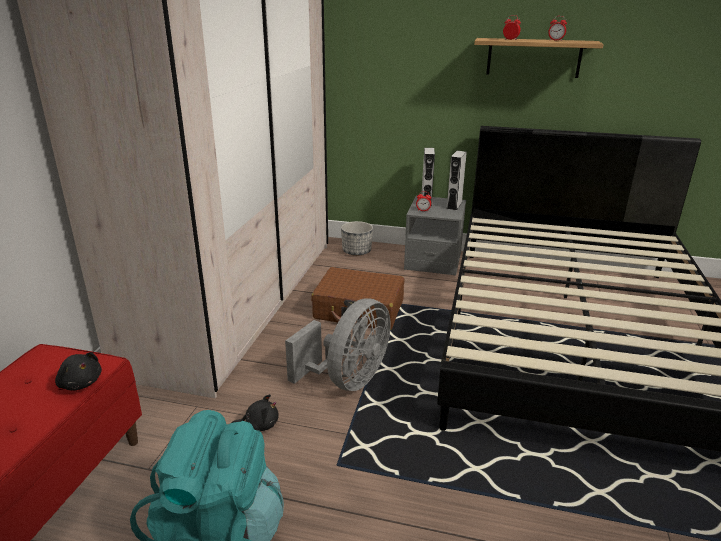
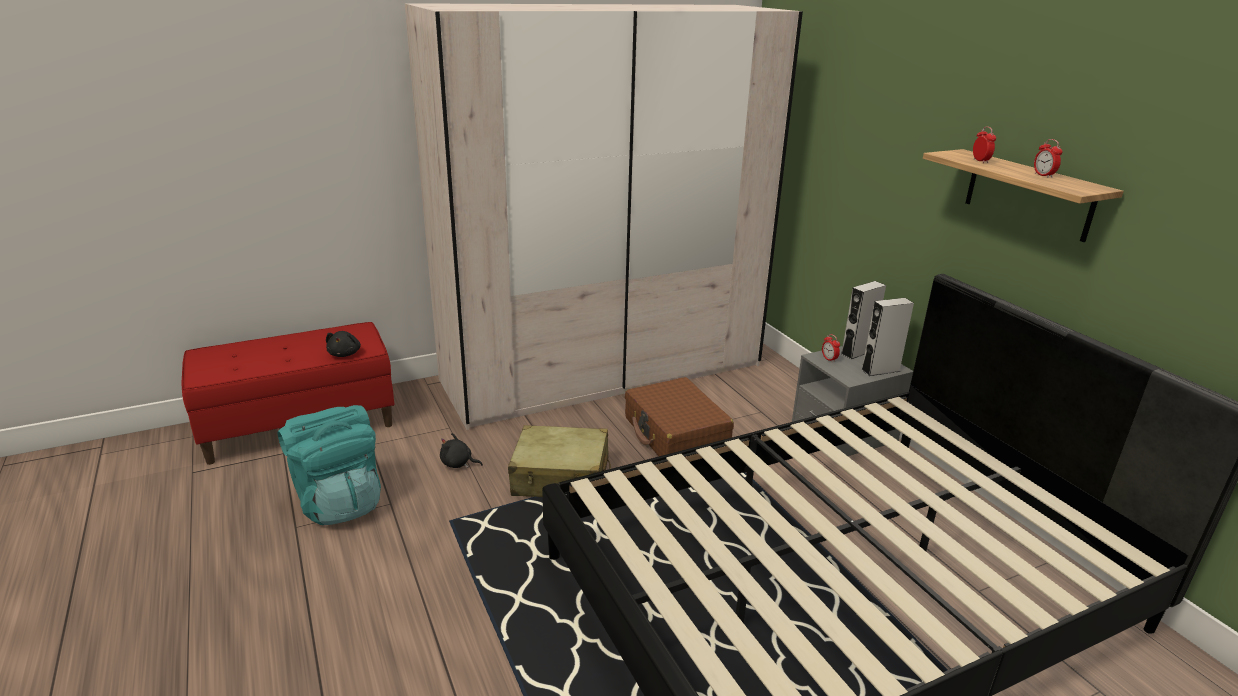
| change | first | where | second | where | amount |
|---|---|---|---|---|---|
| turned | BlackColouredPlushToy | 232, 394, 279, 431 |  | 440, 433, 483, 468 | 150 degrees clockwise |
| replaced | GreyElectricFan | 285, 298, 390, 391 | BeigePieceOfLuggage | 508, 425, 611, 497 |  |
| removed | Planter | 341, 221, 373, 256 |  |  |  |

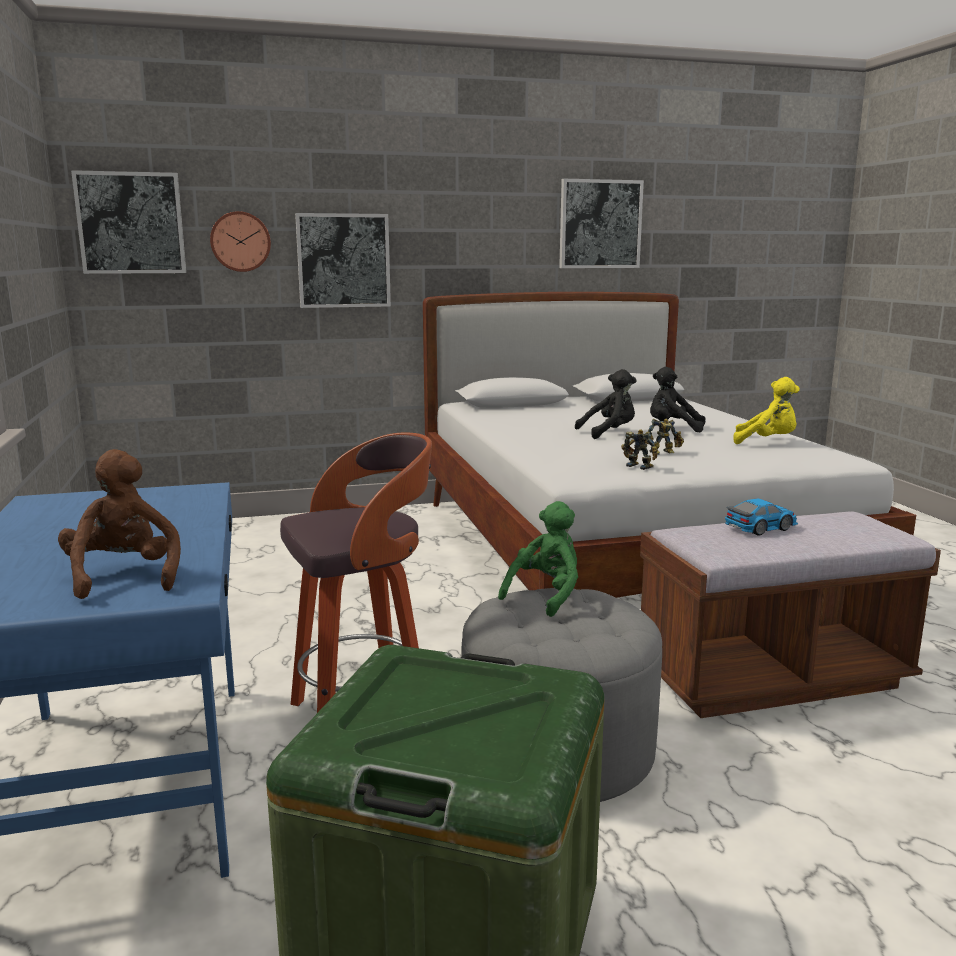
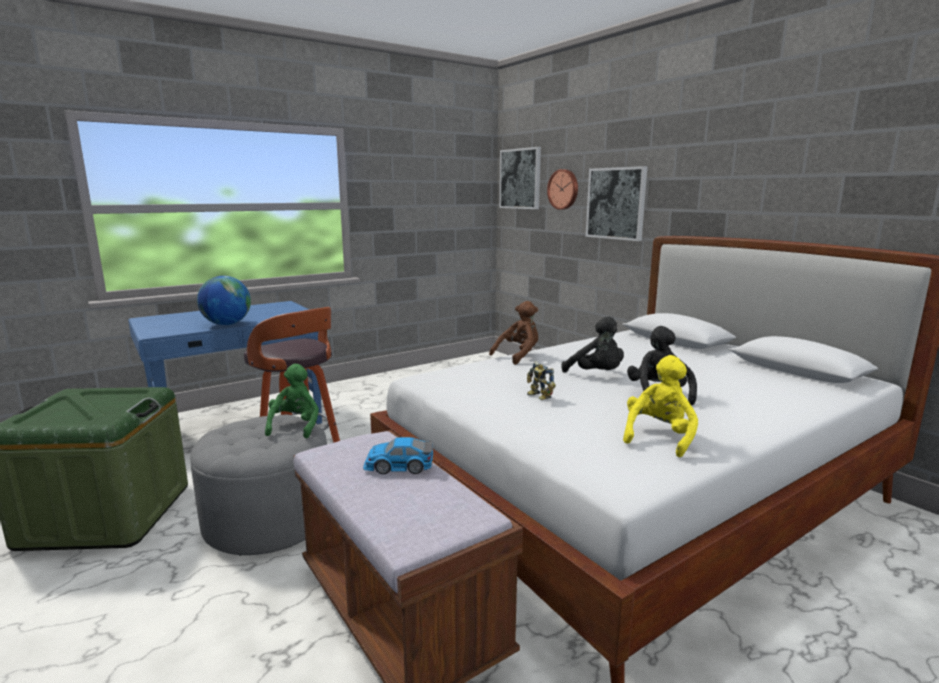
| change | first | where | second | where | amount |
|---|---|---|---|---|---|
| moved | BrownPlushToy | 58, 449, 181, 599 |  | 489, 301, 538, 365 |  |
| turned | GreenishPlushToy | 498, 501, 578, 617 |  | 265, 364, 319, 438 | 105 degrees counterclockwise |
| removed | WallArt | 559, 179, 644, 268 |  |  |  |
| removed | RobotFigure | 621, 429, 658, 470 |  |  |  |
| turned | ToyCar | 725, 498, 798, 536 |  | 363, 437, 433, 474 | 135 degrees clockwise |
| turned | YellowPlushToy | 733, 377, 800, 444 |  | 623, 355, 698, 458 | 150 degrees counterclockwise |
| added |  |  | WorldGlobe | 197, 276, 251, 325 |  |

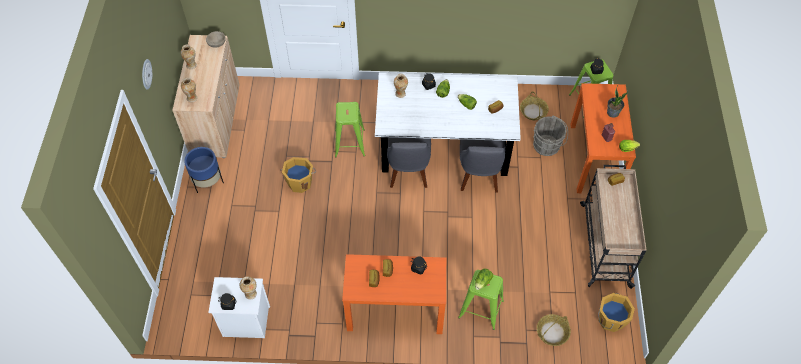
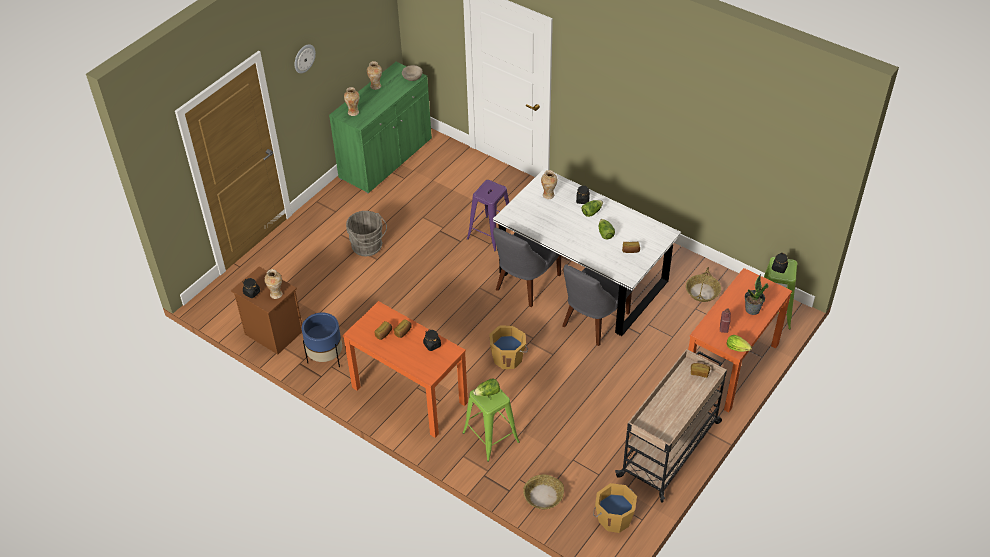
| change | first | where | second | where | amount |
|---|---|---|---|---|---|
| recoloured | BeigeStorageCabinet | 172, 35, 240, 158 | GreenishStorageCabinet | 329, 62, 432, 193 |  |
| moved | BluishPlanter | 184, 147, 224, 193 |  | 302, 313, 342, 367 |  |
| recoloured | WhiteColouredBedsideTable | 208, 277, 270, 338 | BrownBedsideTable | 231, 266, 302, 355 |  |
| moved | OrangeyPail | 280, 157, 317, 193 |  | 489, 325, 528, 369 |  |
| recoloured | GreenishStoolSeat | 335, 102, 365, 157 | PurplishStoolSeat | 467, 180, 509, 252 |  |
| moved | GreyPail | 533, 116, 568, 156 |  | 346, 211, 387, 256 |  |

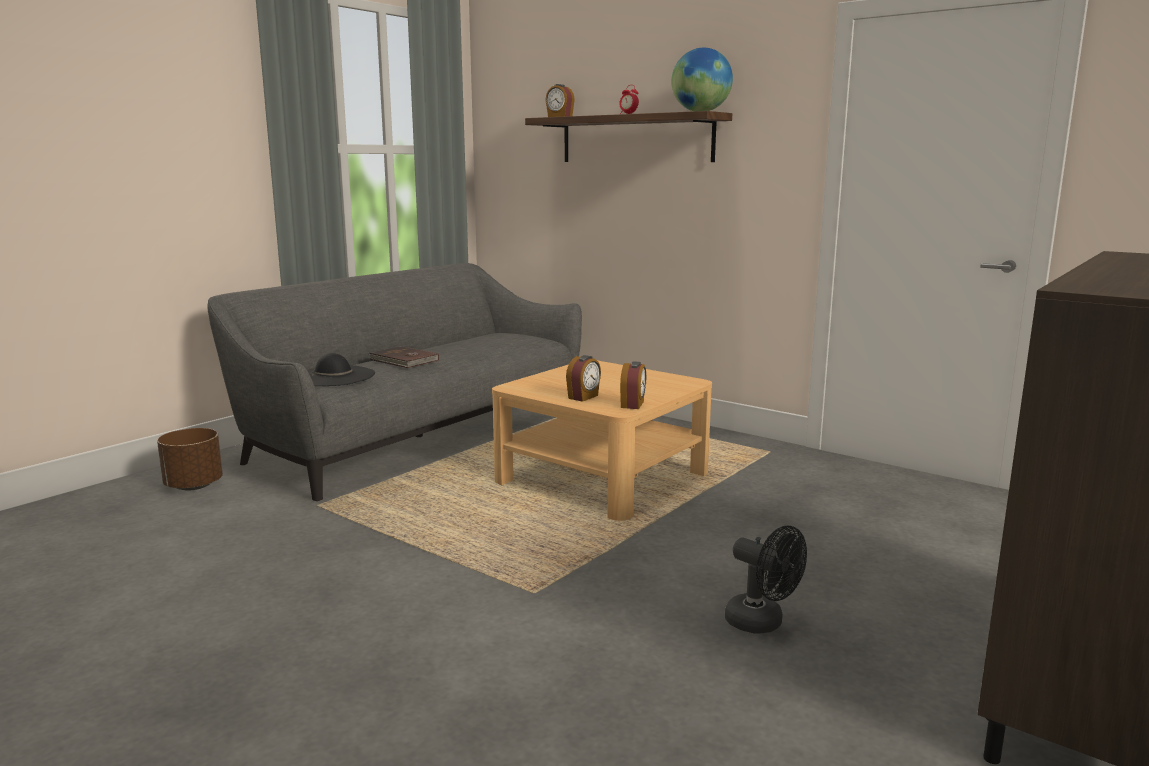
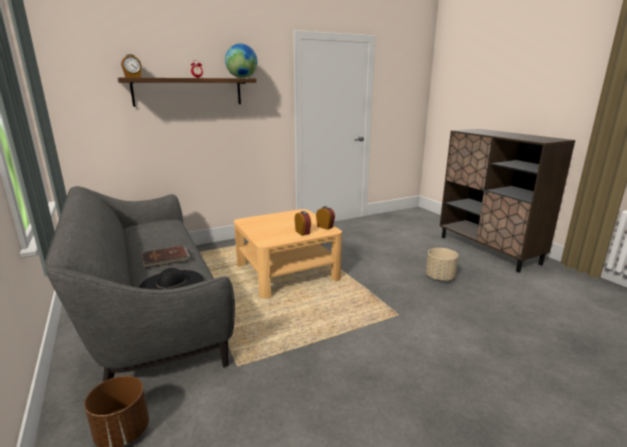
| change | first | where | second | where | amount |
|---|---|---|---|---|---|
| replaced | BlackColouredElectricFan | 725, 526, 807, 634 | BeigePlanter | 426, 248, 458, 281 |  |

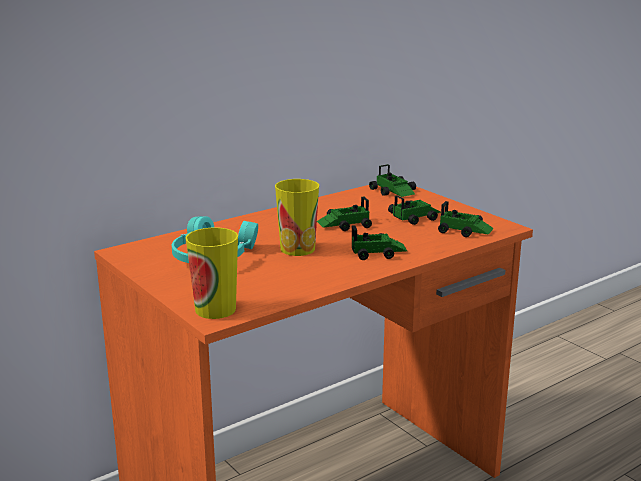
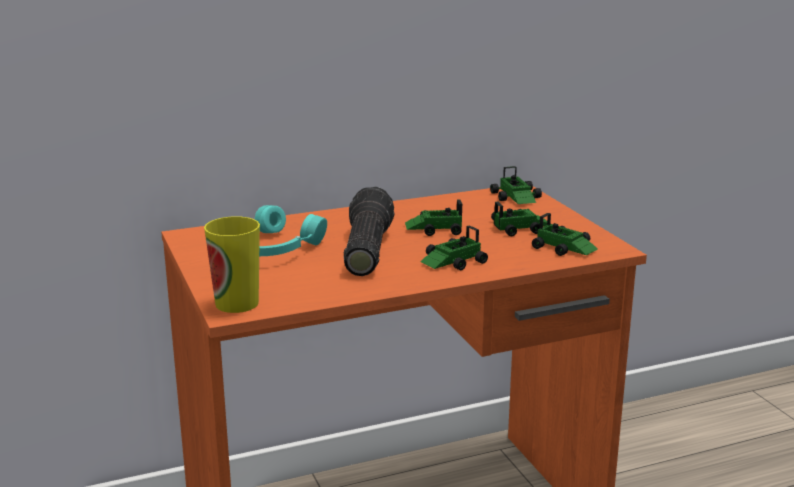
| change | first | where | second | where | amount |
|---|---|---|---|---|---|
| replaced | DrinkingCup | 275, 179, 319, 256 | HandTorch | 344, 187, 395, 276 |  |
| turned | ToyCar | 352, 225, 407, 260 |  | 421, 225, 488, 270 | 135 degrees clockwise |

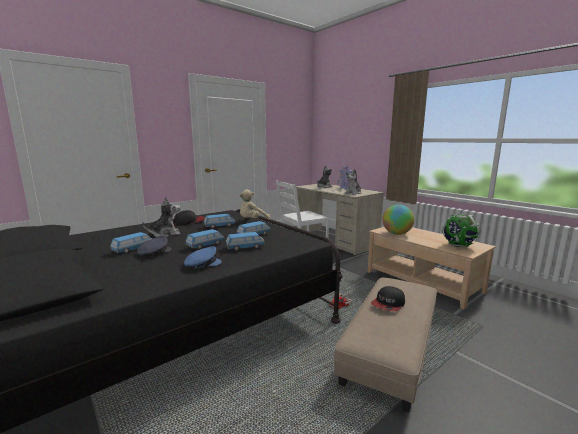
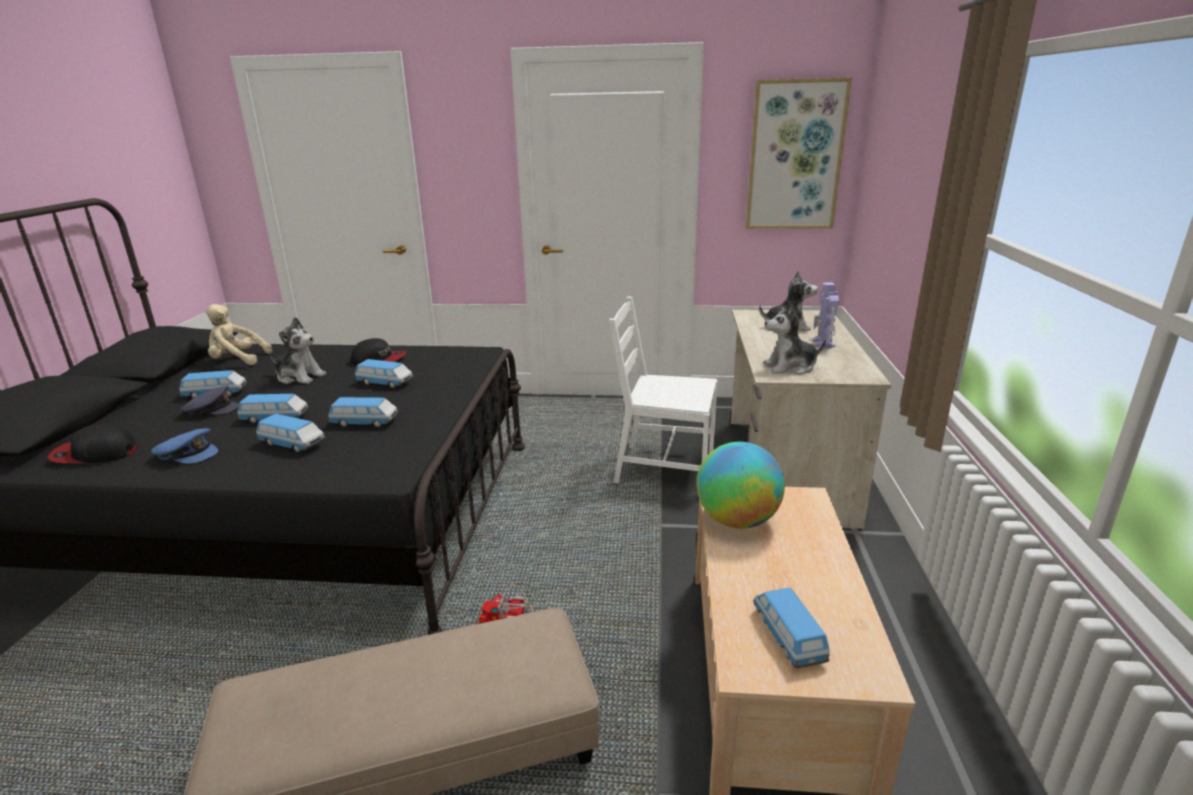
| change | first | where | second | where | amount |
|---|---|---|---|---|---|
| moved | BeigePlushToy | 239, 189, 270, 220 |  | 206, 304, 272, 365 |  |
| moved | PeakedCap | 371, 286, 405, 311 |  | 47, 424, 137, 463 |  |
| replaced | WorldGlobe | 442, 213, 479, 247 | ToyCar | 753, 588, 830, 668 |  |
| added |  |  | WallArt | 746, 78, 852, 229 |  |

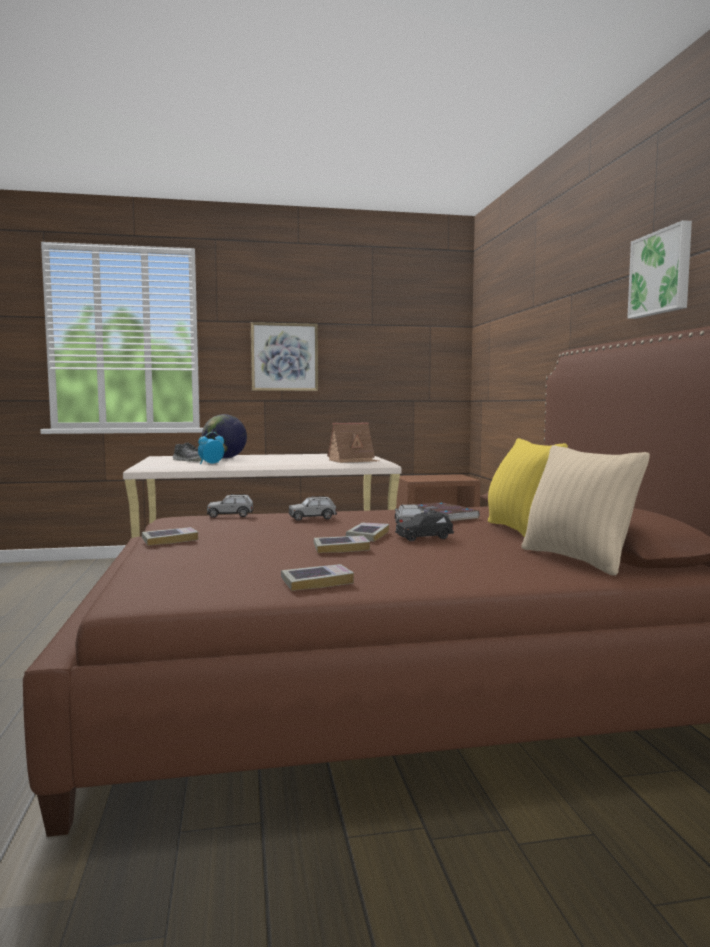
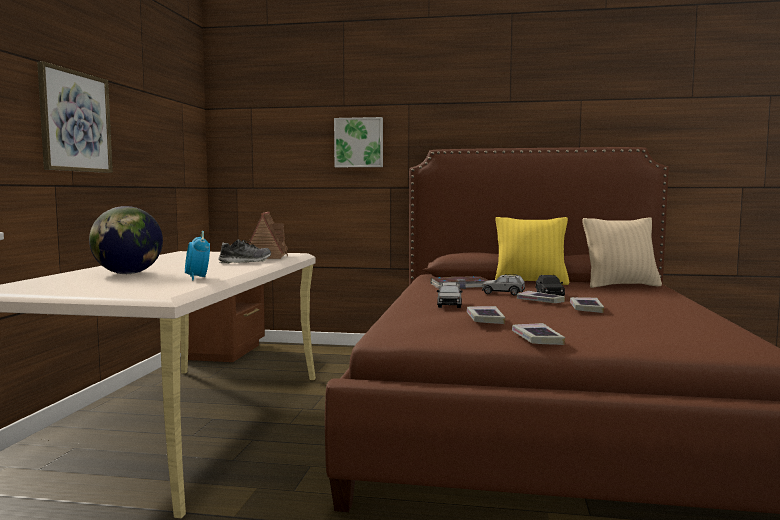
| change | first | where | second | where | amount |
|---|---|---|---|---|---|
| moved | LowShoe | 172, 443, 202, 461 |  | 218, 239, 271, 264 |  |
| removed | GreyToyCar | 207, 494, 254, 518 |  |  |  |
| moved | Book | 281, 564, 354, 591 |  | 467, 306, 506, 324 |  |
| moved | WallArt | 627, 220, 692, 319 |  | 334, 117, 383, 167 |  |

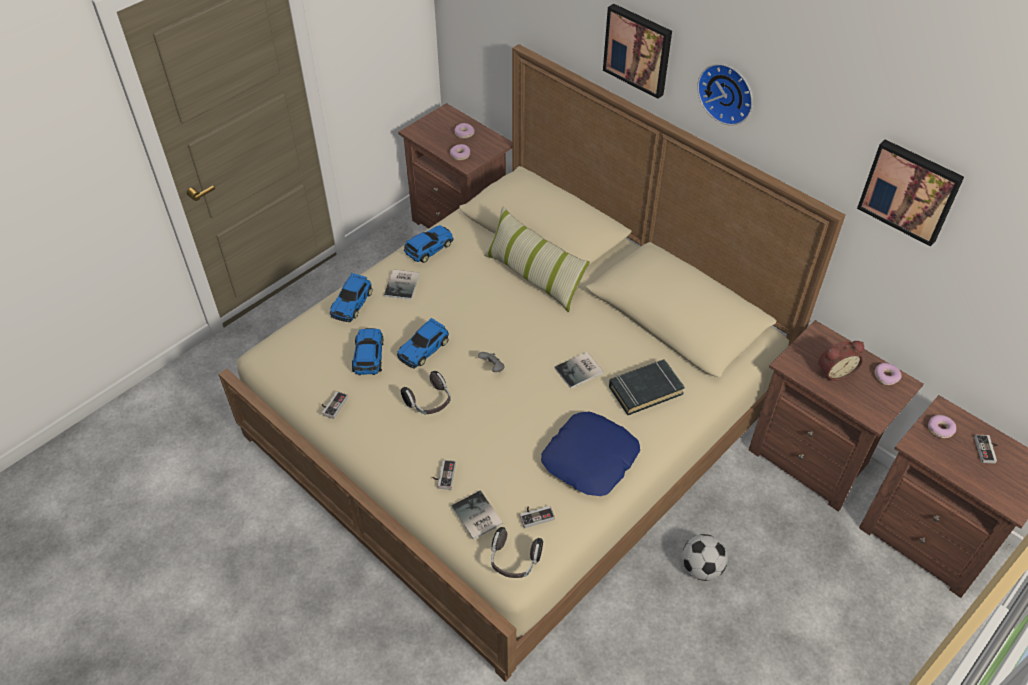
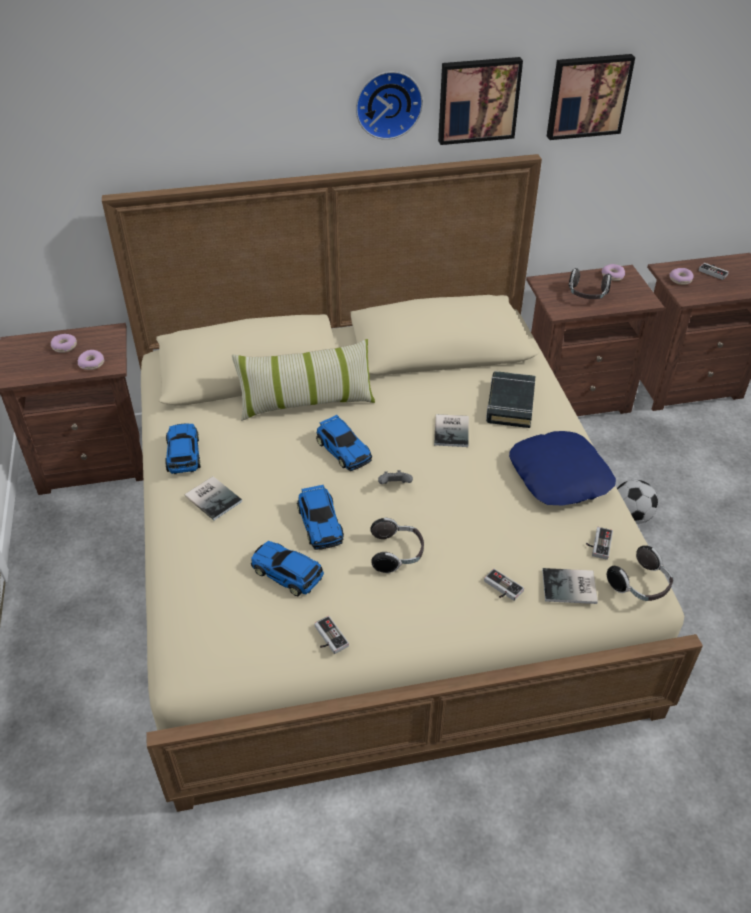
| change | first | where | second | where | amount |
|---|---|---|---|---|---|
| moved | ToyCar | 330, 273, 373, 322 |  | 316, 415, 372, 471 |  |
| moved | WallArt | 603, 4, 672, 99 |  | 438, 57, 523, 145 |  |
| replaced | TableClock | 818, 341, 864, 381 | PairOfHeadphones | 569, 268, 612, 299 |  |

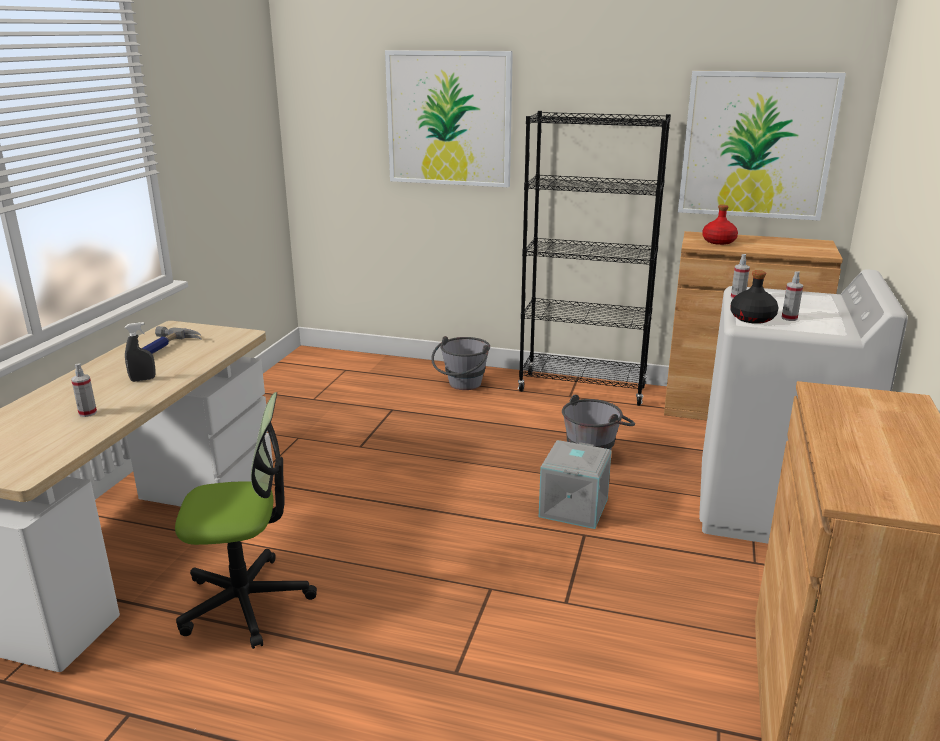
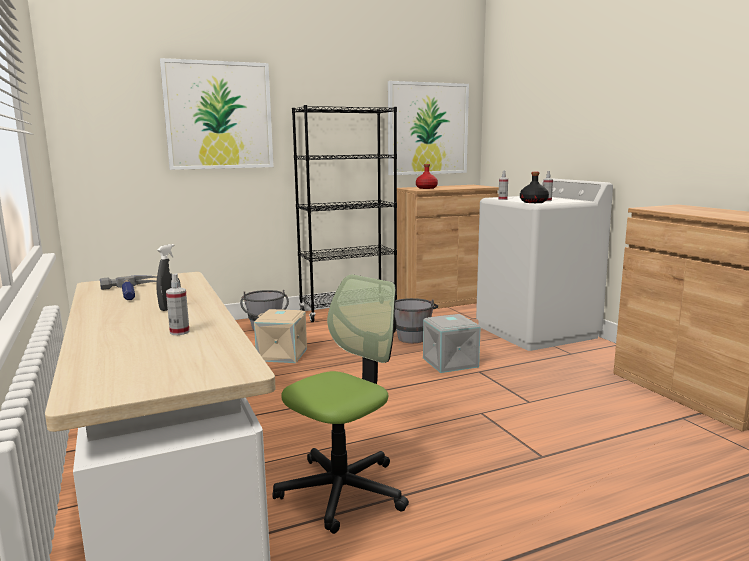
| change | first | where | second | where | amount |
|---|---|---|---|---|---|
| added |  |  | BeigeStorageBox | 254, 309, 307, 363 |  |

